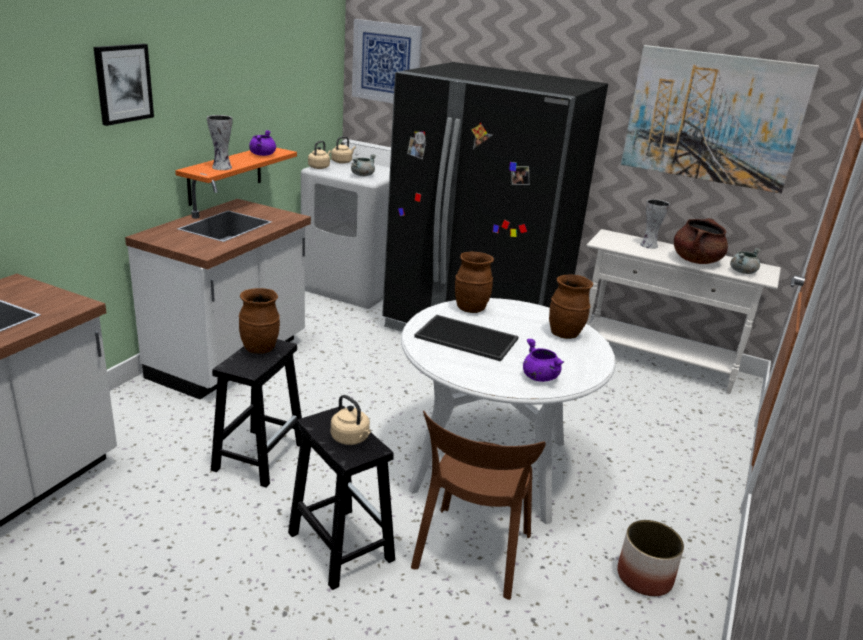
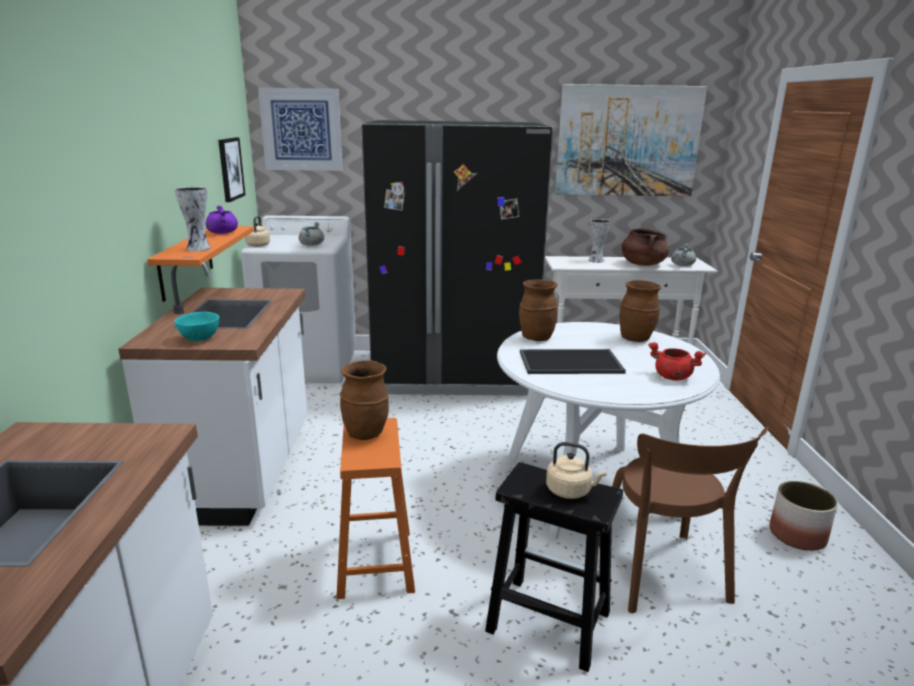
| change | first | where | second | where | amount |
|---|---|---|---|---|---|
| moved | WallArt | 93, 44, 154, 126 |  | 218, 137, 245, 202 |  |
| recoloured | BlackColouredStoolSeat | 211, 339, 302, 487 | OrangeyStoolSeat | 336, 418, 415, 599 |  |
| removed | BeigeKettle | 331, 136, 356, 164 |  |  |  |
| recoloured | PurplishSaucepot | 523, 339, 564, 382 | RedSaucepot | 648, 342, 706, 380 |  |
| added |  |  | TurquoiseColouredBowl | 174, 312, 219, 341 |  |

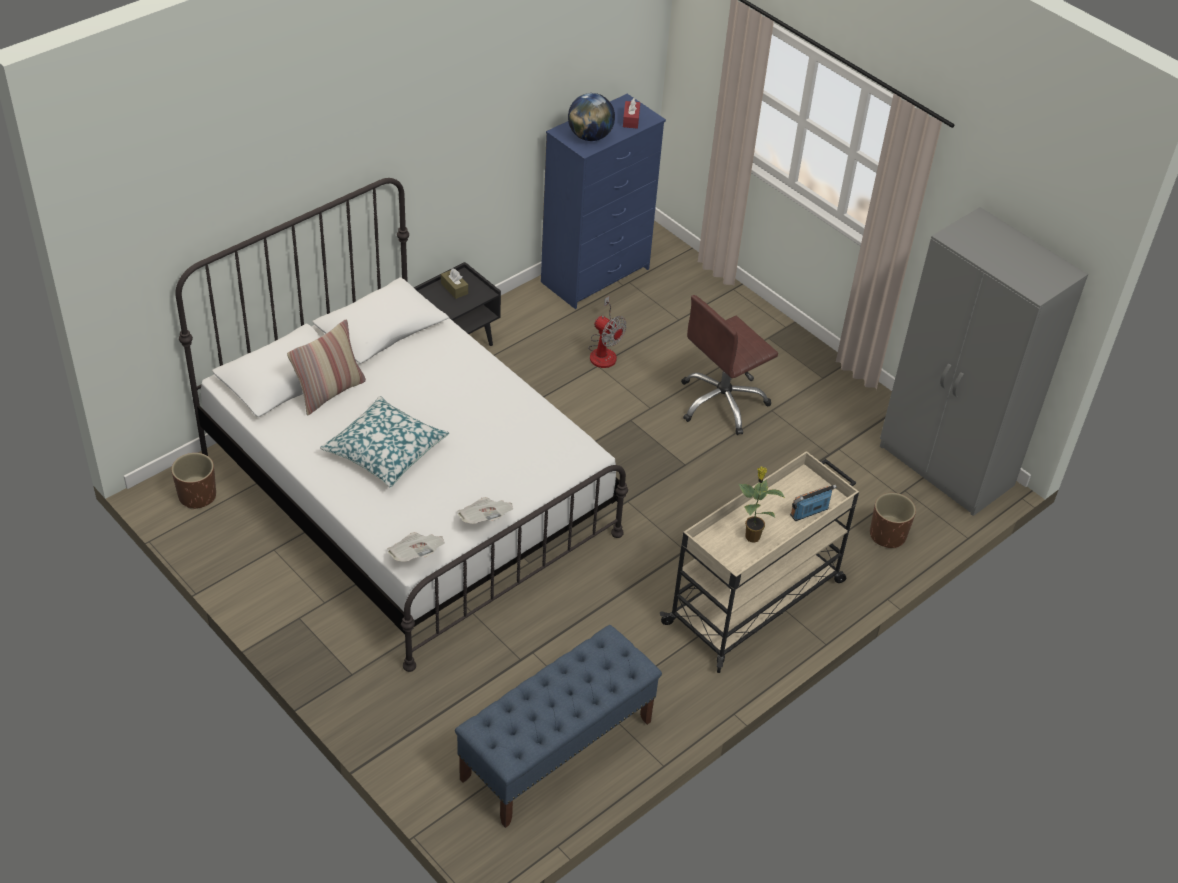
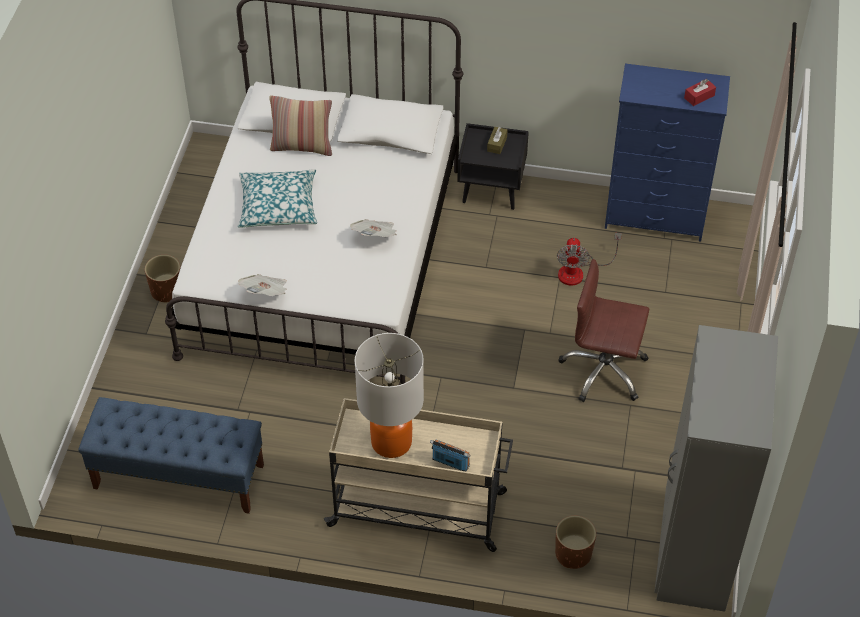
| change | first | where | second | where | amount |
|---|---|---|---|---|---|
| moved | BrownPlanter | 172, 453, 216, 509 |  | 145, 255, 181, 302 |  |
| moved | PrintedPaper | 387, 532, 445, 562 |  | 350, 219, 397, 237 |  |
| removed | WorldGlobe | 568, 93, 615, 141 |  |  |  |
| replaced | PlantInAPot | 739, 466, 785, 543 | TabletopLamp | 355, 333, 424, 458 |  |

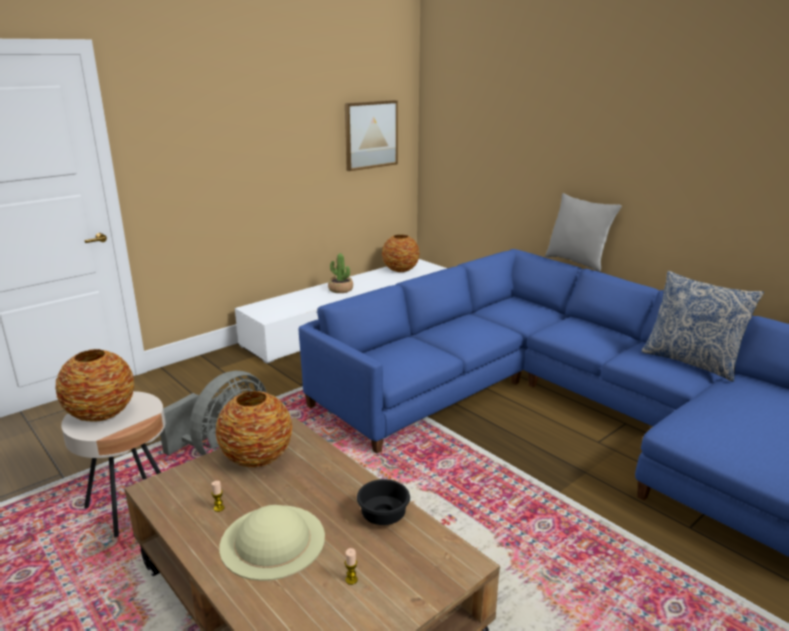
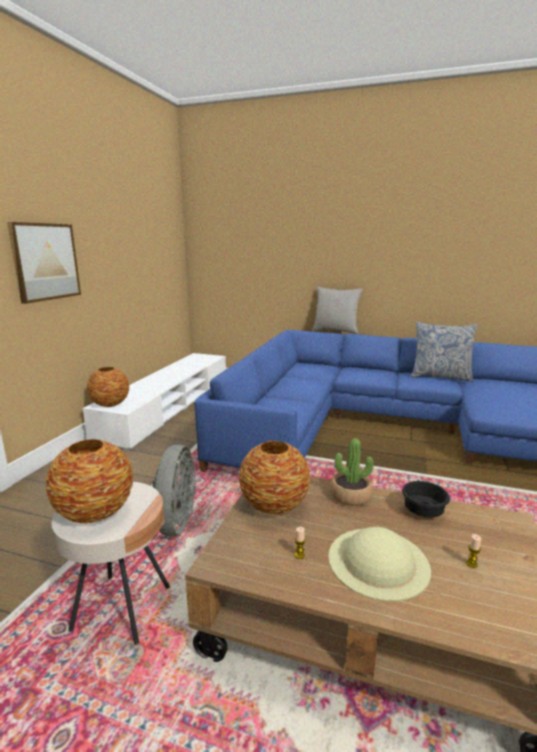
| change | first | where | second | where | amount |
|---|---|---|---|---|---|
| moved | PlantInAPot | 328, 253, 353, 293 |  | 330, 438, 374, 506 |  |
| moved | WallArt | 345, 100, 398, 171 |  | 7, 222, 81, 304 |  |
| moved | DecorativeVase | 382, 235, 420, 272 |  | 87, 367, 129, 407 |  |

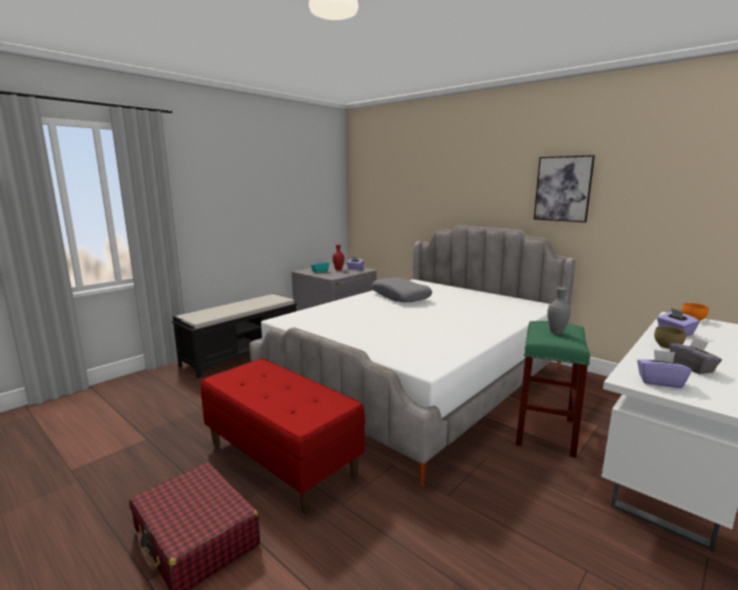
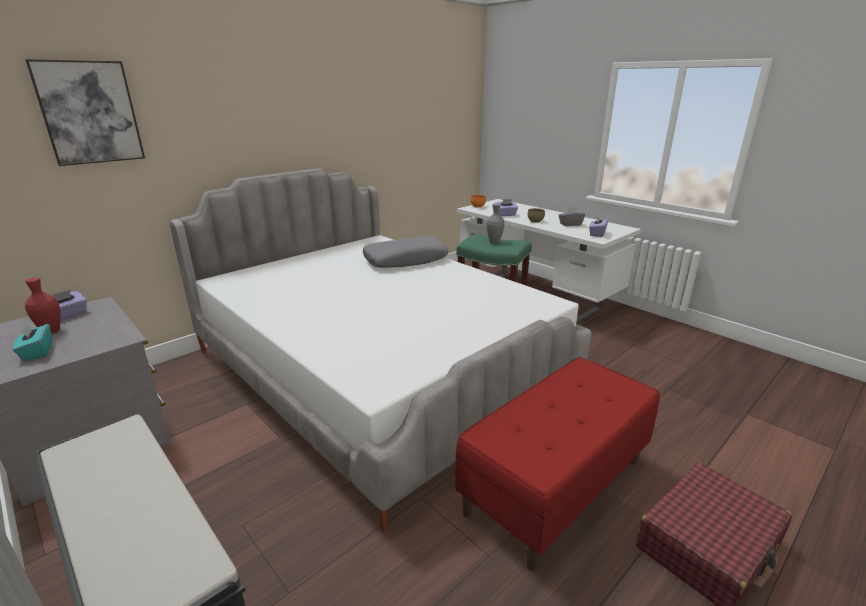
| change | first | where | second | where | amount |
|---|---|---|---|---|---|
| moved | GreyThrowPillow | 371, 278, 432, 302 |  | 363, 235, 448, 268 |  |
| moved | WallArt | 534, 155, 595, 222 |  | 25, 59, 145, 166 |  |

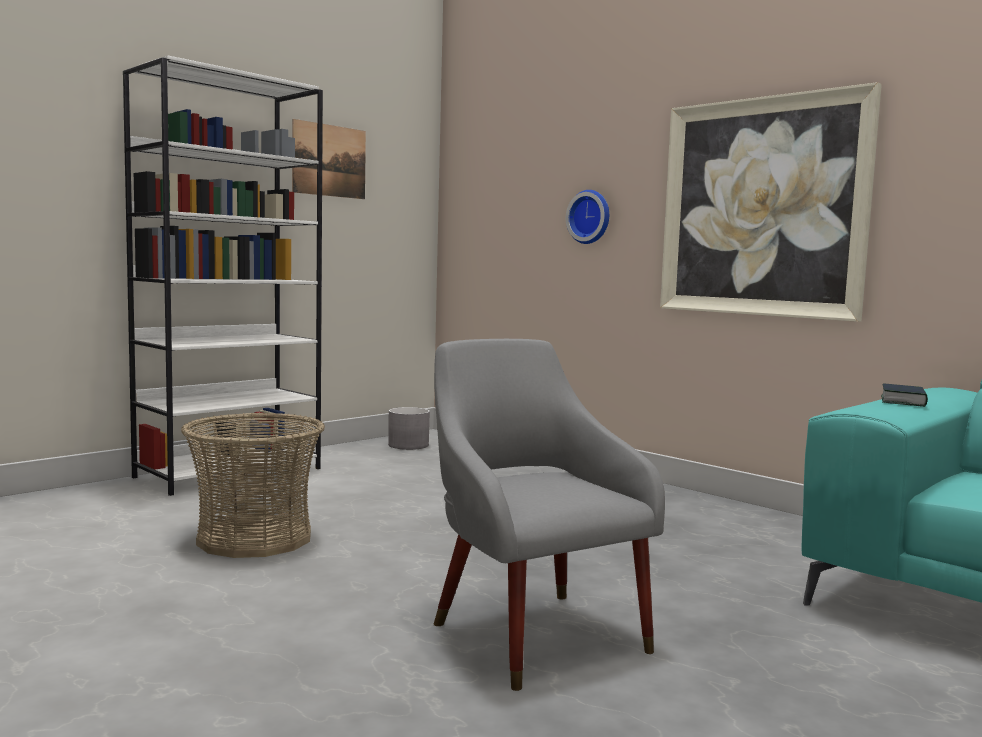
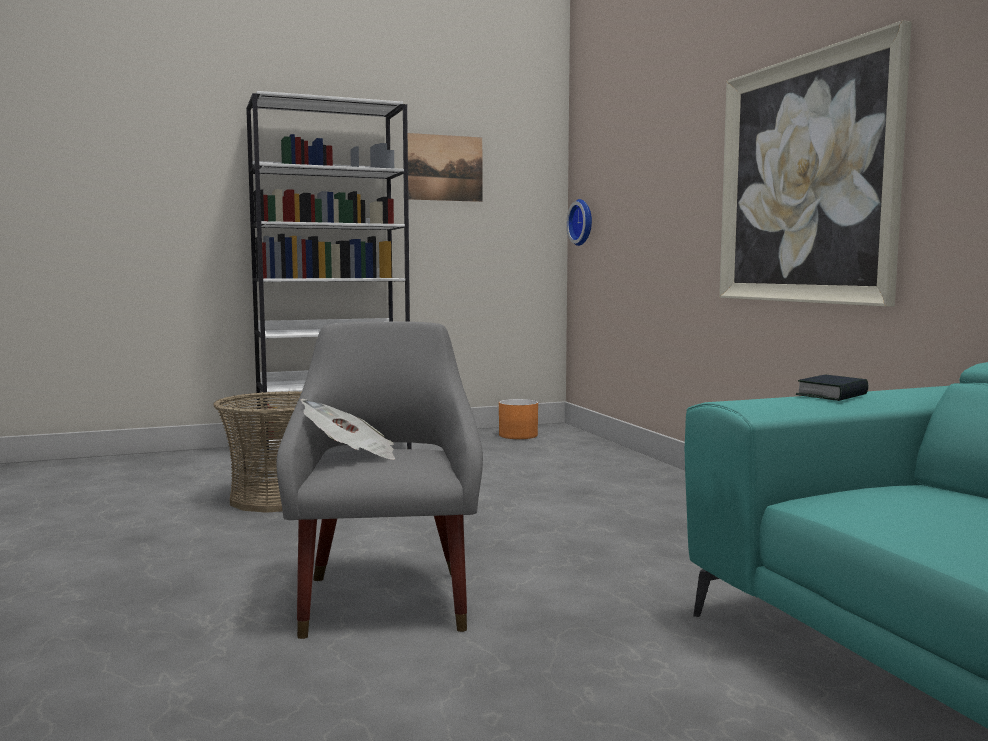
| change | first | where | second | where | amount |
|---|---|---|---|---|---|
| recoloured | GreyPlanter | 388, 407, 430, 450 | OrangeyPlanter | 499, 399, 538, 439 |  |
| moved | WallClock | 566, 190, 609, 244 |  | 566, 199, 592, 246 |  |
| added |  |  | PrintedPaper | 301, 399, 395, 460 |  |

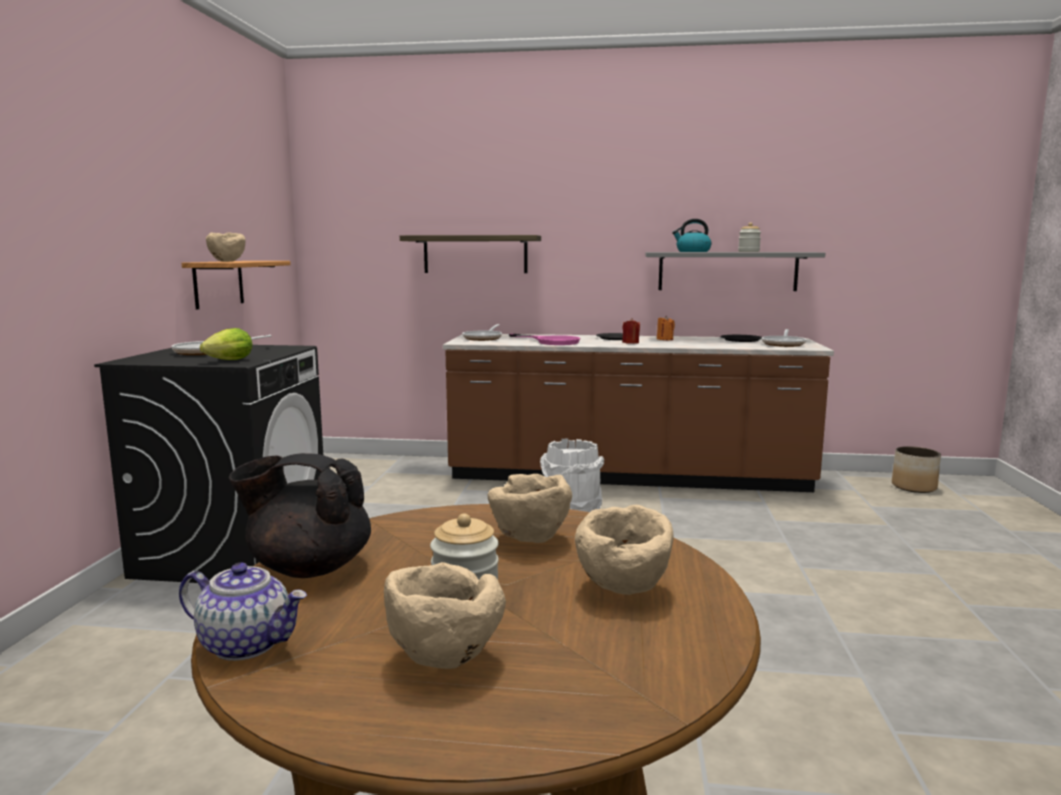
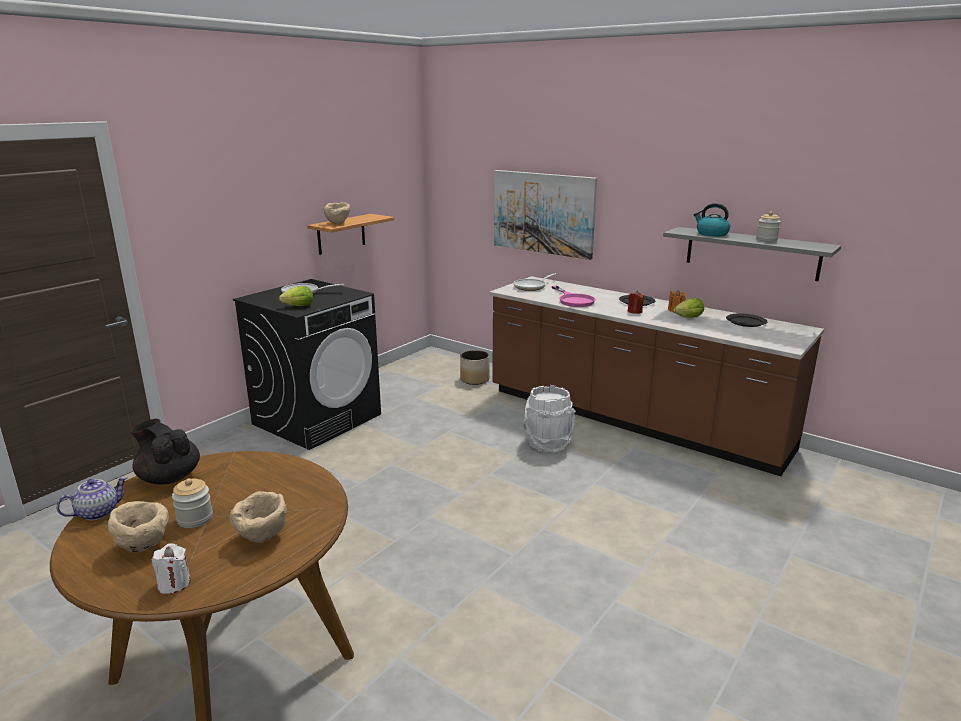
| change | first | where | second | where | amount |
|---|---|---|---|---|---|
| turned | TeaPot | 179, 562, 307, 661 |  | 56, 476, 128, 521 | 90 degrees counterclockwise |
| replaced | BracketShelf | 400, 235, 541, 273 | WallArt | 494, 170, 597, 260 |  |
| removed | BeigeBowl | 487, 474, 572, 543 |  |  |  |
| removed | FryingPan | 762, 329, 807, 347 |  |  |  |
| moved | Planter | 892, 446, 941, 493 |  | 460, 350, 490, 385 |  |
| added |  |  | WhiteColouredCandle | 152, 544, 191, 594 |  |
| added |  |  | Lettuce | 673, 298, 704, 318 |  |

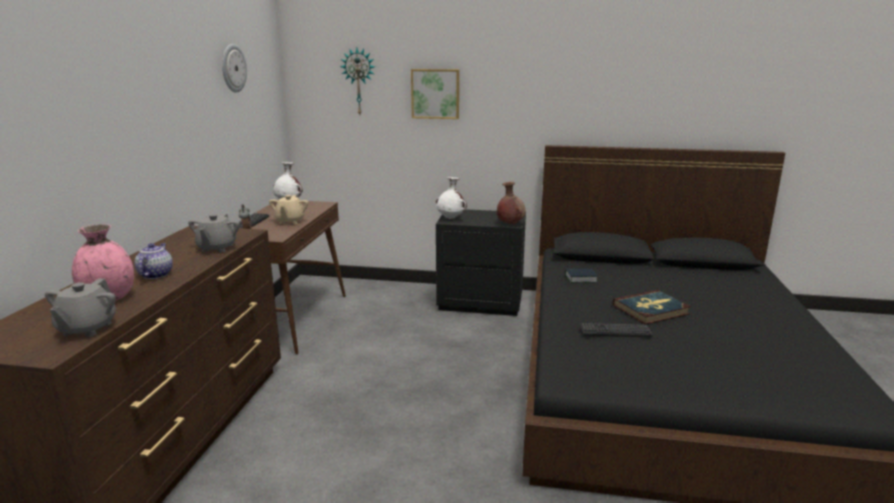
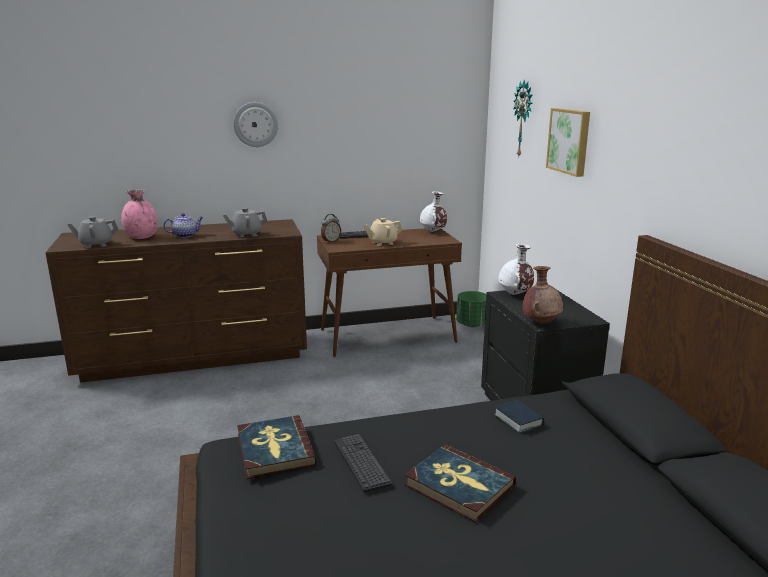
| change | first | where | second | where | amount |
|---|---|---|---|---|---|
| moved | WallClock | 222, 44, 247, 93 |  | 233, 102, 278, 147 |  |
| added |  |  | Book | 237, 415, 317, 479 |  |
| added |  |  | GreenishPlanter | 456, 291, 487, 327 |  |

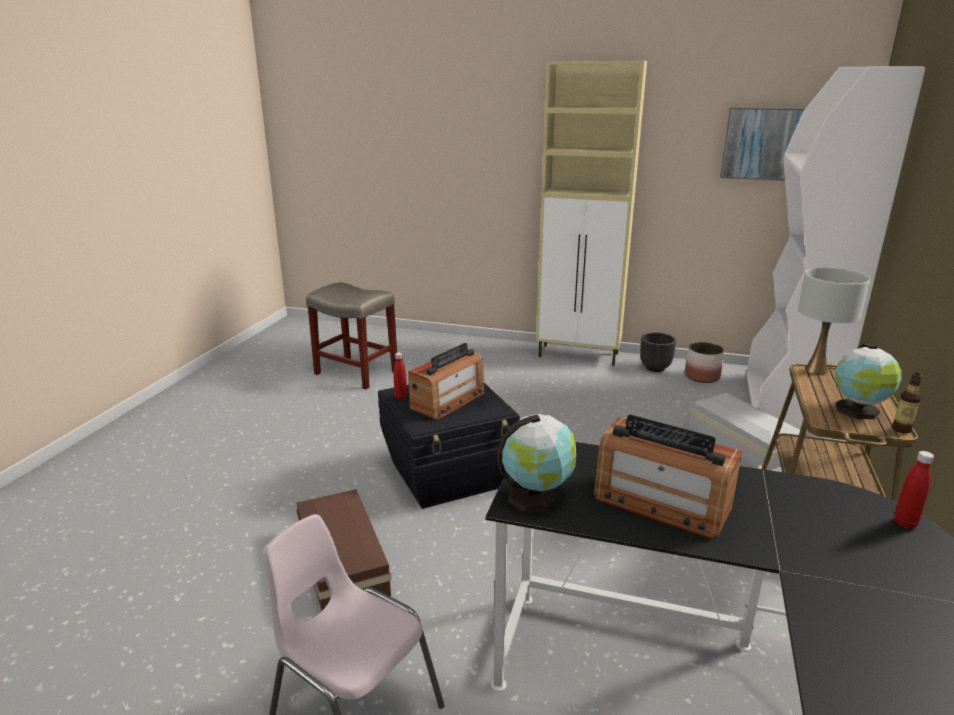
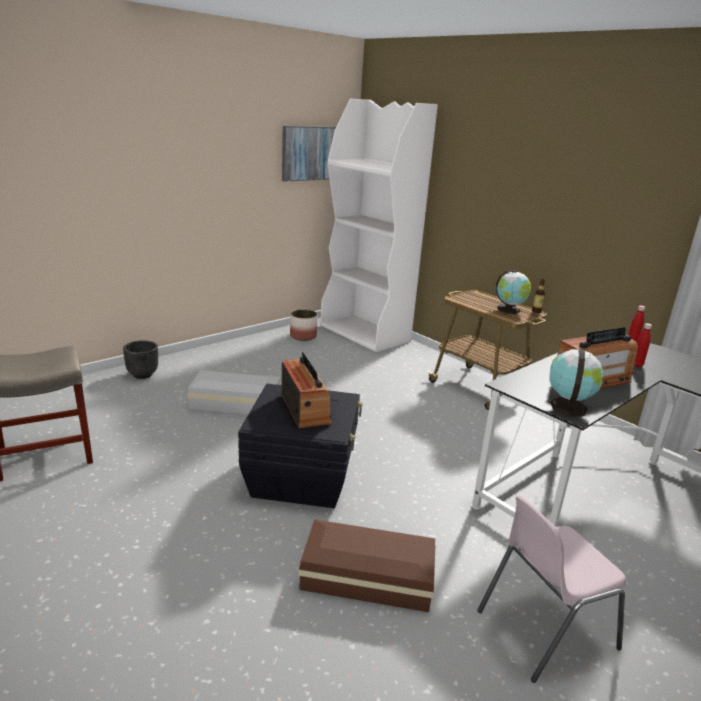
| change | first | where | second | where | amount |
|---|---|---|---|---|---|
| moved | RedBeverageBottle | 393, 352, 407, 399 |  | 634, 323, 652, 367 |  |
| removed | BeigeStorageCabinet | 536, 61, 647, 366 |  |  |  |
| moved | BlackColouredPlanter | 640, 332, 676, 372 |  | 123, 340, 158, 379 |  |
| moved | WhiteColouredStorageBox | 690, 393, 807, 470 |  | 187, 370, 281, 414 |  |
| removed | WhiteColouredTabletopLamp | 798, 267, 870, 374 |  |  |  |

